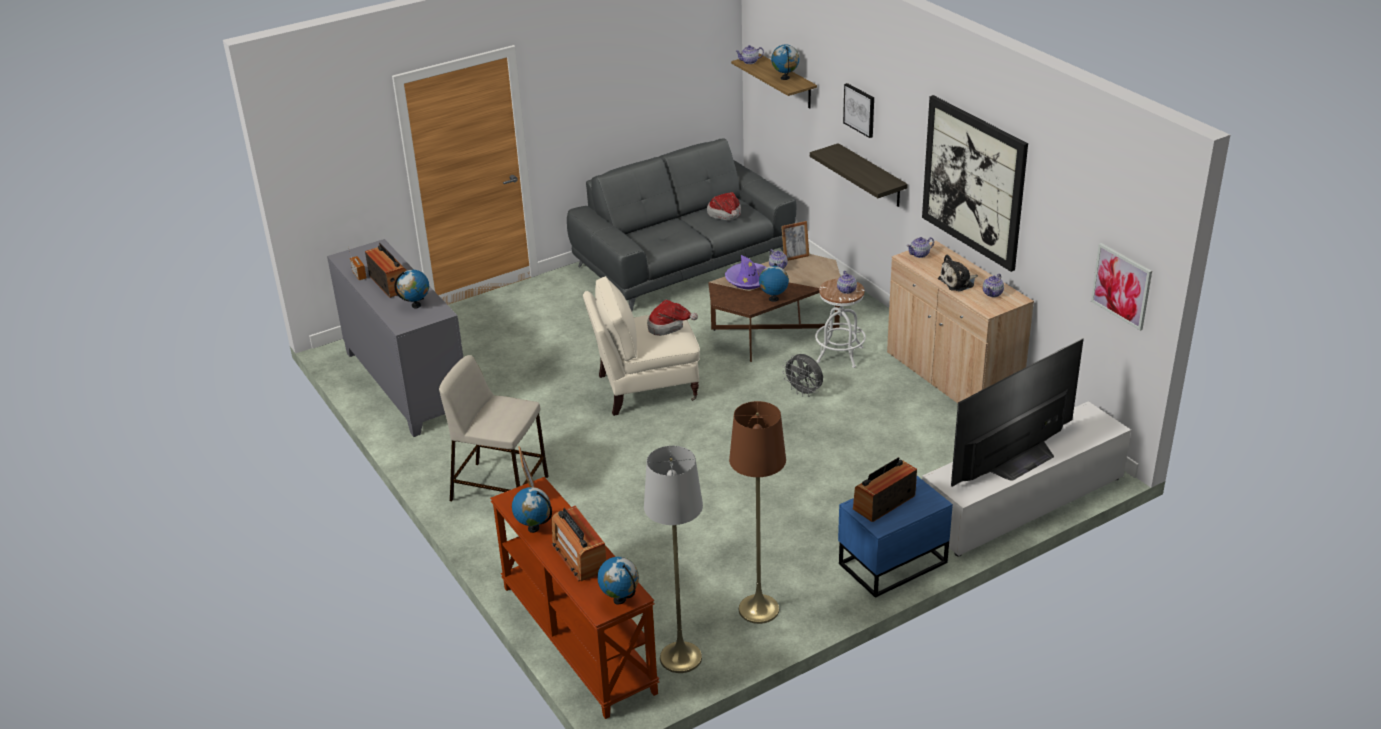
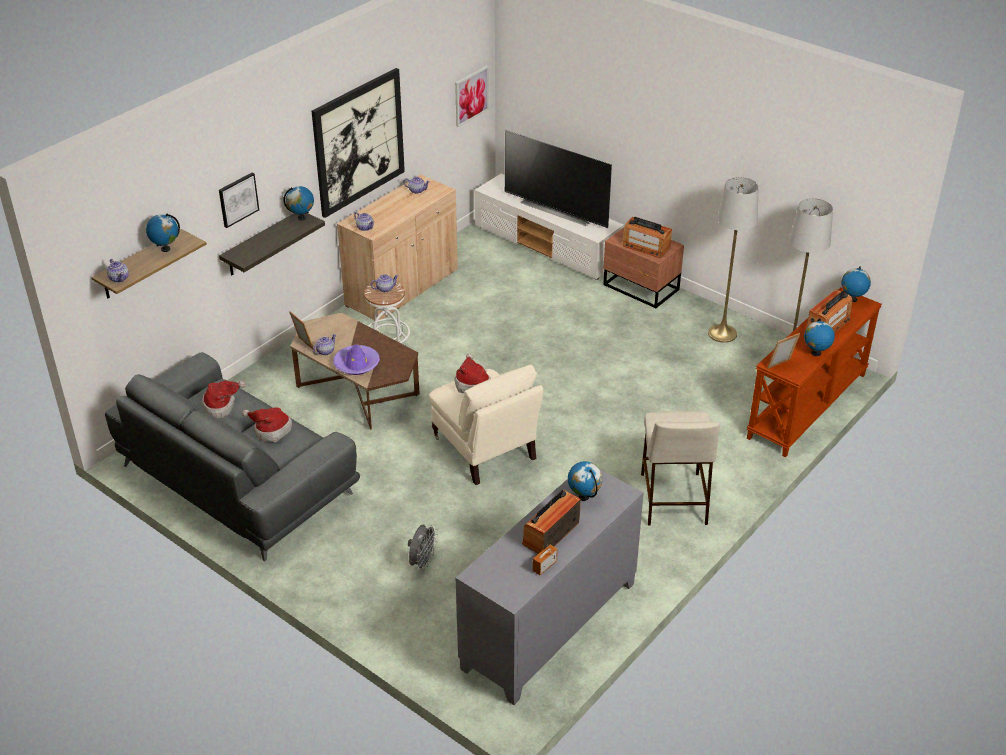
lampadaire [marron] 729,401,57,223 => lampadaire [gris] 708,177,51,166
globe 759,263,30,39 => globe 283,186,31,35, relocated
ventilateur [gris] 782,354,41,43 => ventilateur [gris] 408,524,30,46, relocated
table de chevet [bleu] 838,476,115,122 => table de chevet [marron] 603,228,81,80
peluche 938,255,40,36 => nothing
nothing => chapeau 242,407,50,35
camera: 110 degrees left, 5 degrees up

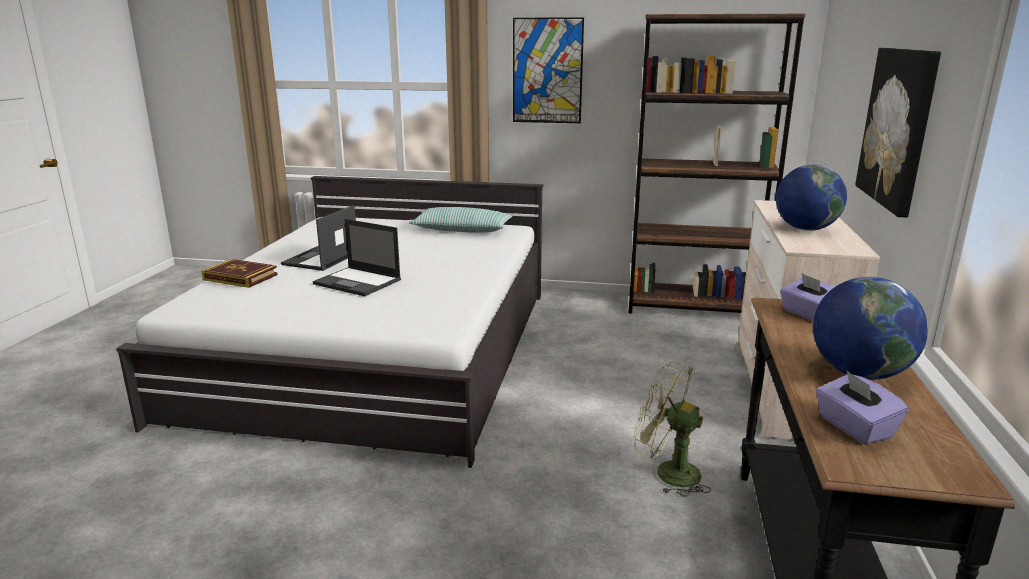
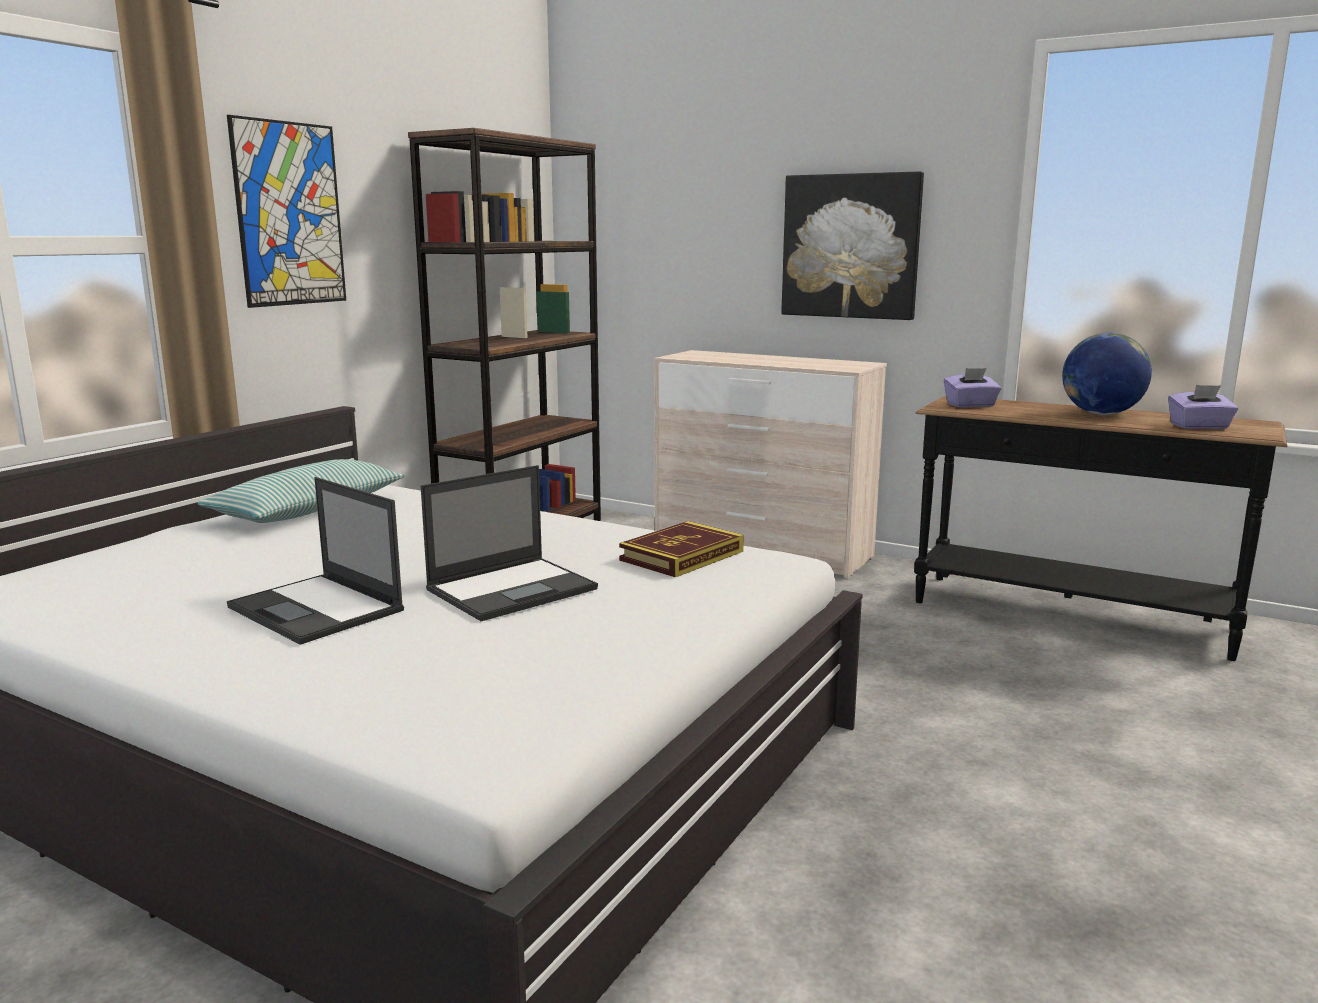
livre 202,259,76,29 => livre 619,521,125,56, relocated
ventilateur [vert] 634,361,77,136 => nothing
globe 776,165,71,66 => nothing
camera: 70 degrees left, 5 degrees down

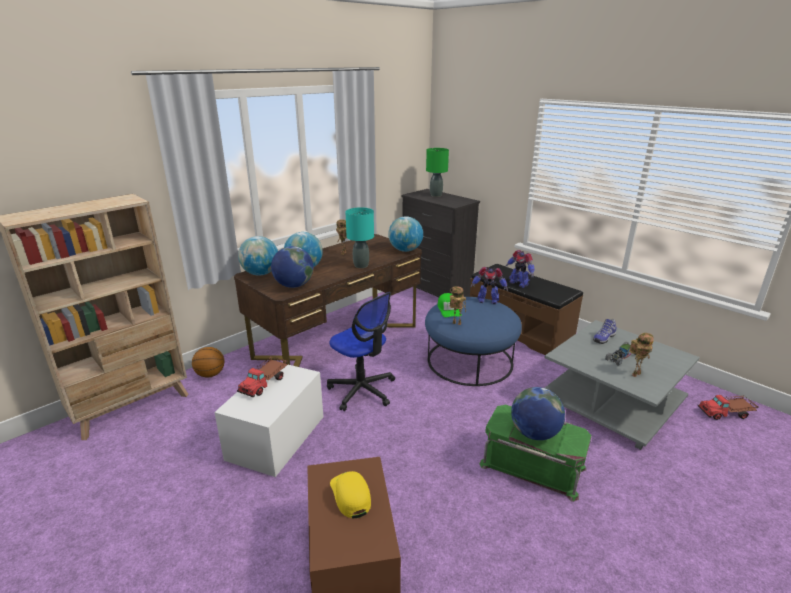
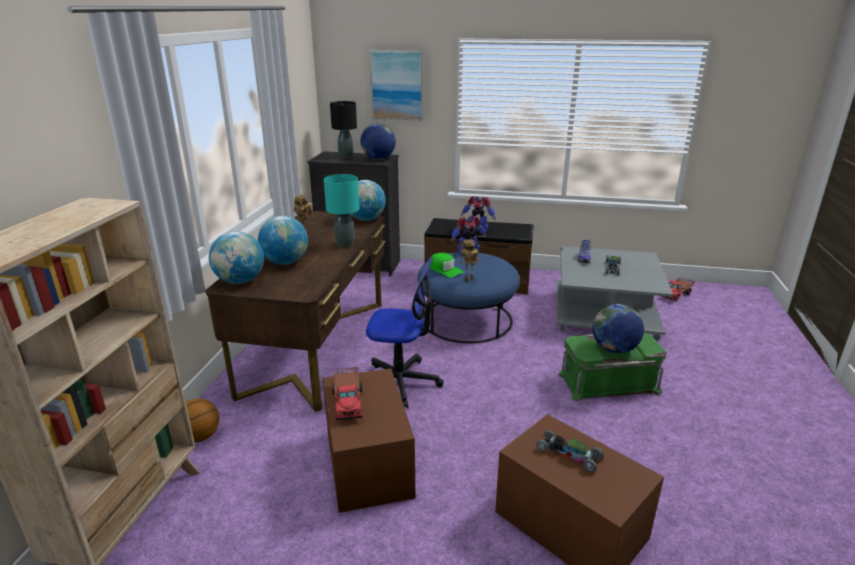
boîte de rangement [blanc] 214,365,109,112 => boîte de rangement [marron] 323,369,92,144
globe 271,246,42,42 => globe 361,123,35,36, relocated
casquette [jaune] 330,471,41,47 => petite voiture 536,430,68,42
lampe de table [vert] 426,148,23,49 => lampe de table [noir] 330,101,27,57
robot jouet 629,333,25,44 => nothing
nothing => tableau 370,50,53,70
camera: 35 degrees left, 0 degrees up

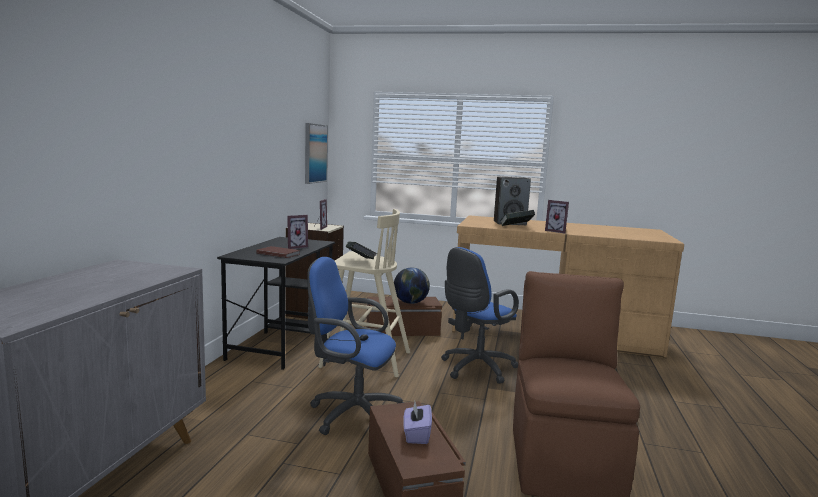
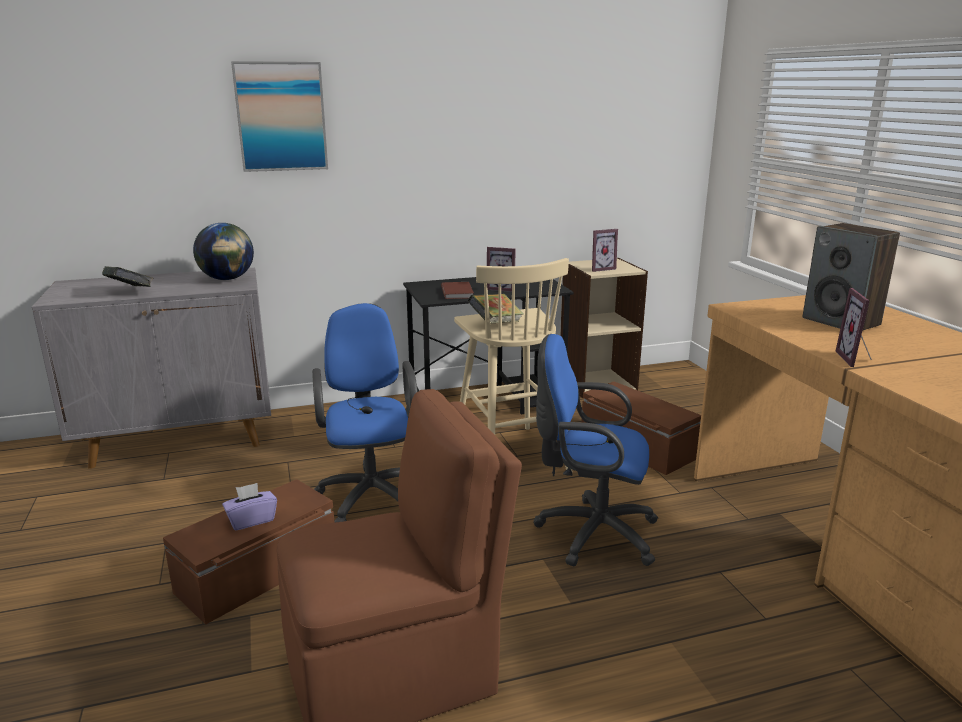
tableau 305,123,23,61 => tableau 231,61,97,111, relocated
globe 394,267,36,37 => globe 193,223,61,57, relocated
livre 500,210,35,16 => livre 102,266,52,21, relocated
camera: 60 degrees right, 10 degrees up

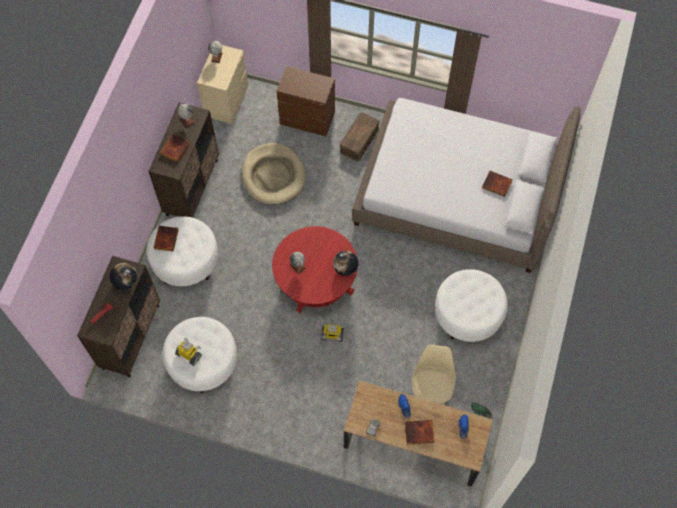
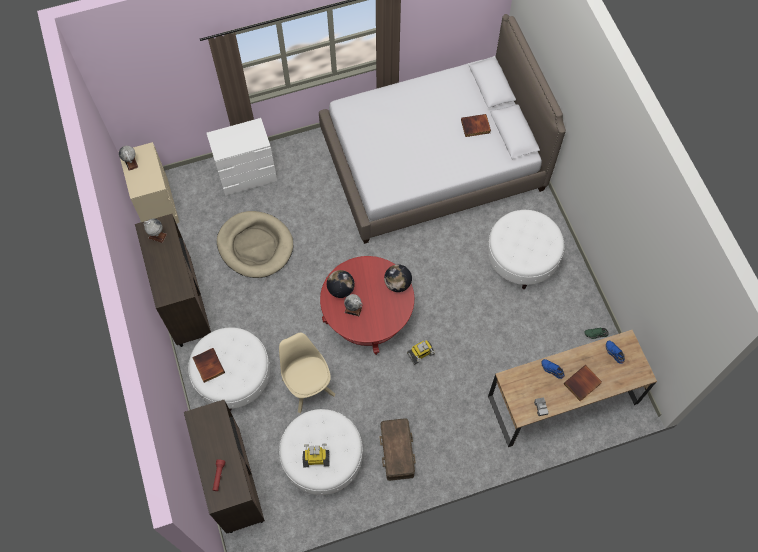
globe 110,263,27,27 => globe 327,270,28,28, relocated
livre 160,134,30,29 => nothing
commode [marron] 277,66,58,70 => commode [blanc] 207,118,70,78
boîte de rangement [marron] 340,112,40,50 => boîte de rangement [marron] 379,418,37,63, relocated
chaise [beige] 412,345,43,60 => chaise [beige] 279,333,56,81, relocated
camera: 35 degrees left, 0 degrees up

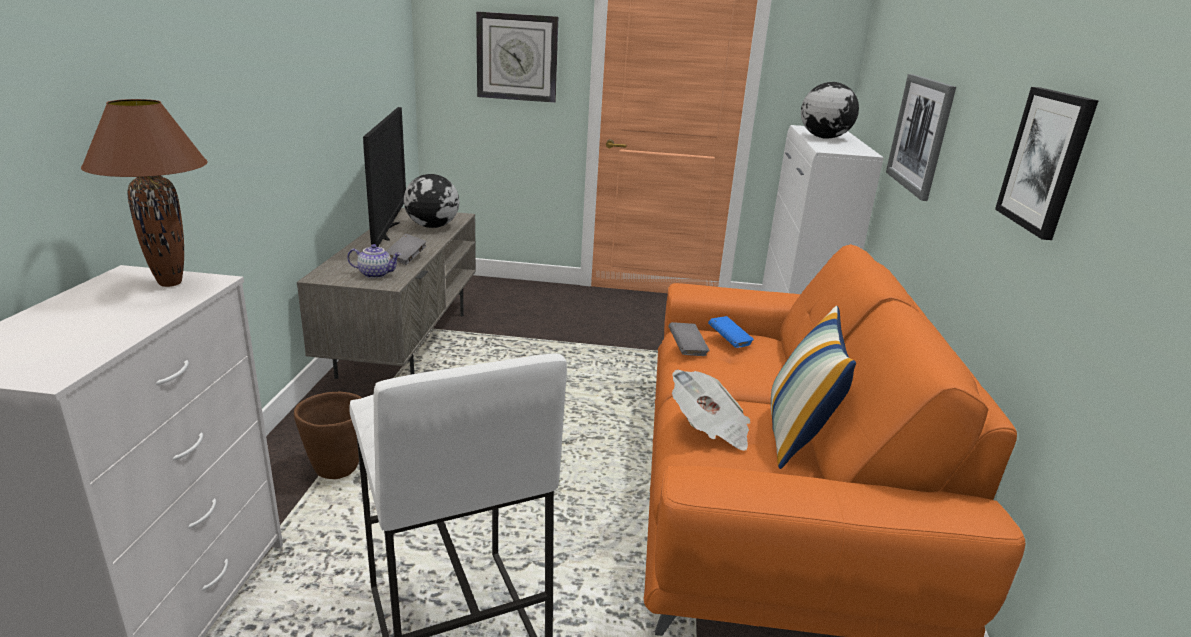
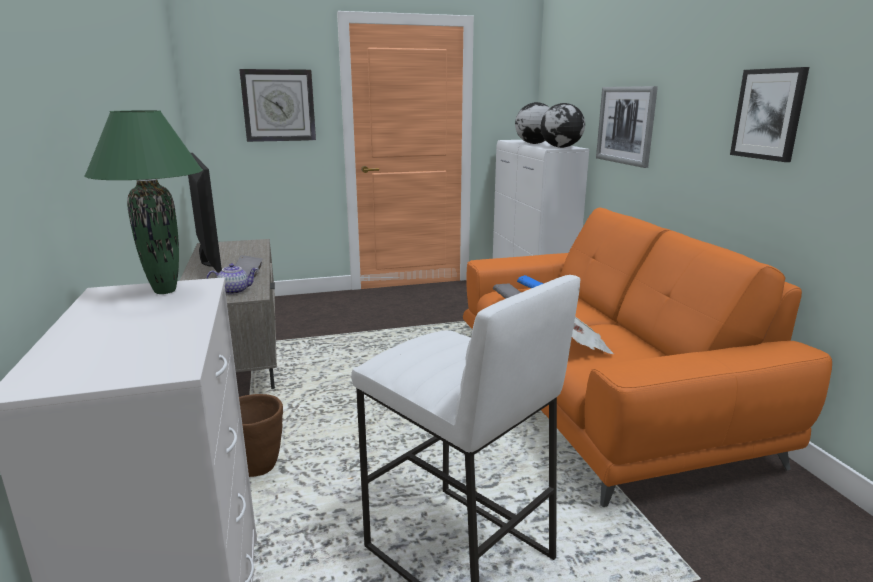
lampe de table [marron] 81,99,127,188 => lampe de table [vert] 84,110,119,184
globe 404,174,55,54 => globe 541,103,44,45, relocated
coussin 771,306,85,163 => nothing
camera: 20 degrees left, 5 degrees down

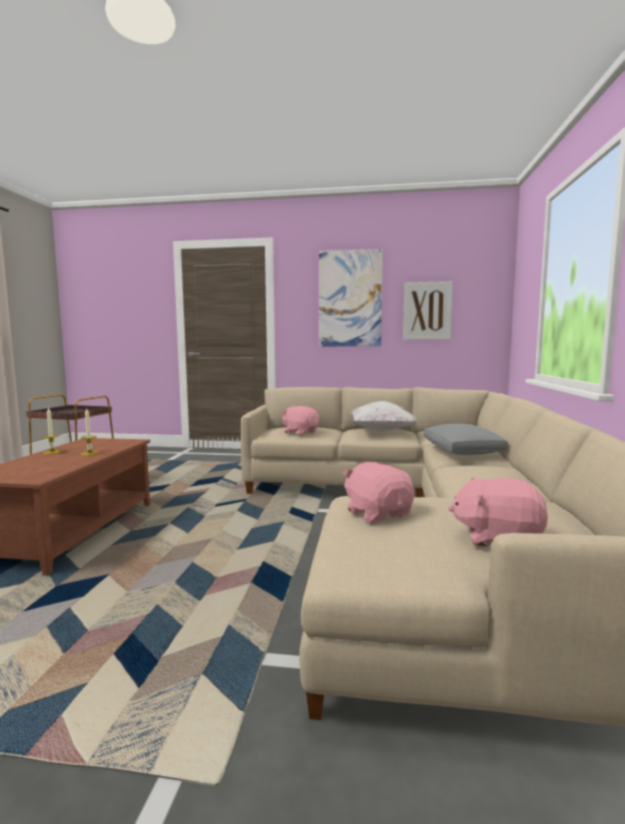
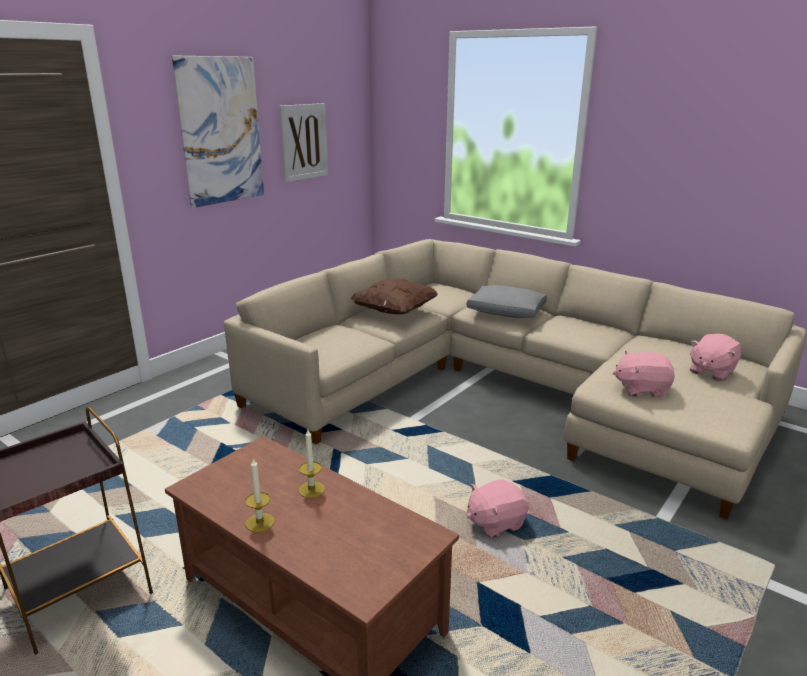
peluche [rose] 282,406,37,29 => peluche [rose] 467,479,62,59, relocated
coussin [blanc] 351,401,66,30 => coussin [marron] 351,278,87,36
camera: 60 degrees left, 15 degrees up

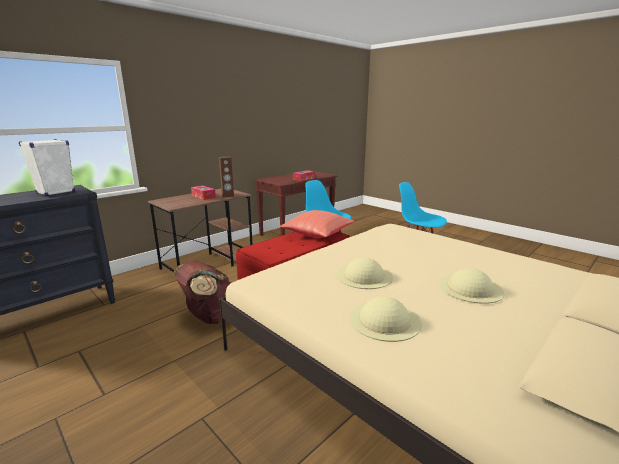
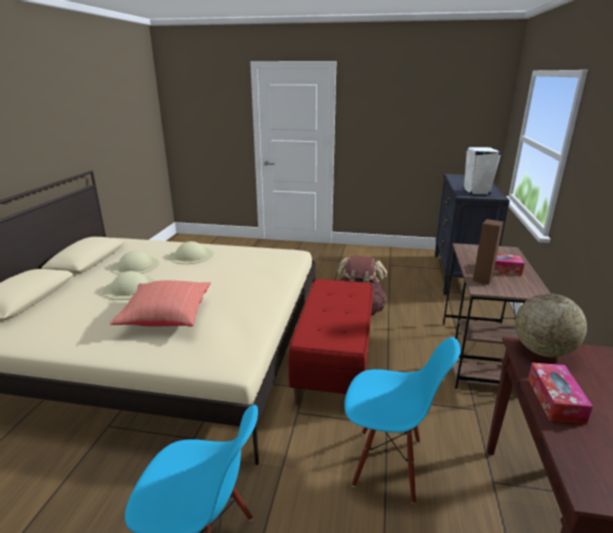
coussin [rouge] 280,210,74,28 => coussin [rouge] 110,280,101,47, relocated
chapeau [beige] 336,257,57,32 => chapeau [beige] 111,251,48,24, relocated
nothing => globe 515,293,72,64
camera: 145 degrees right, 5 degrees up

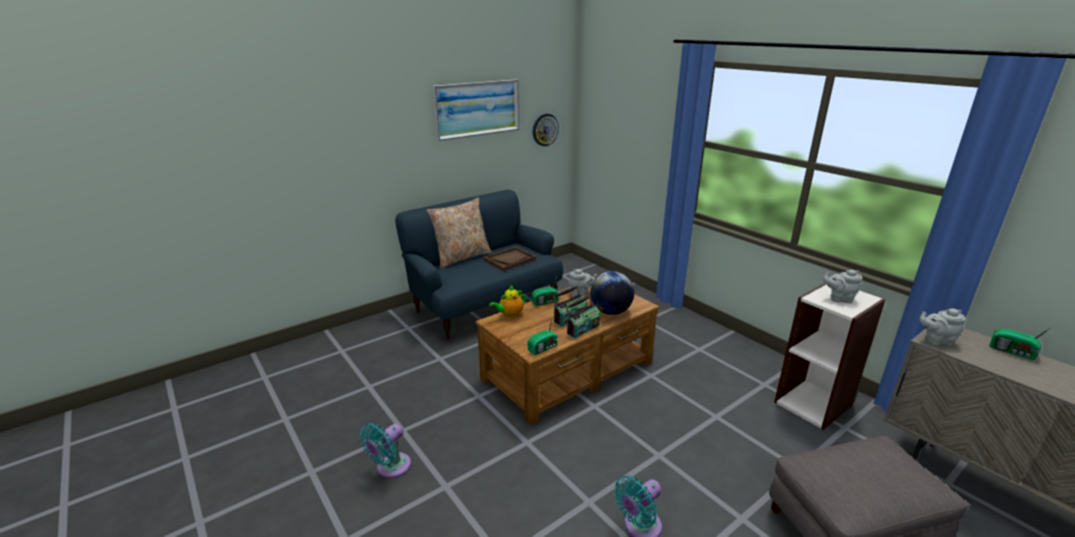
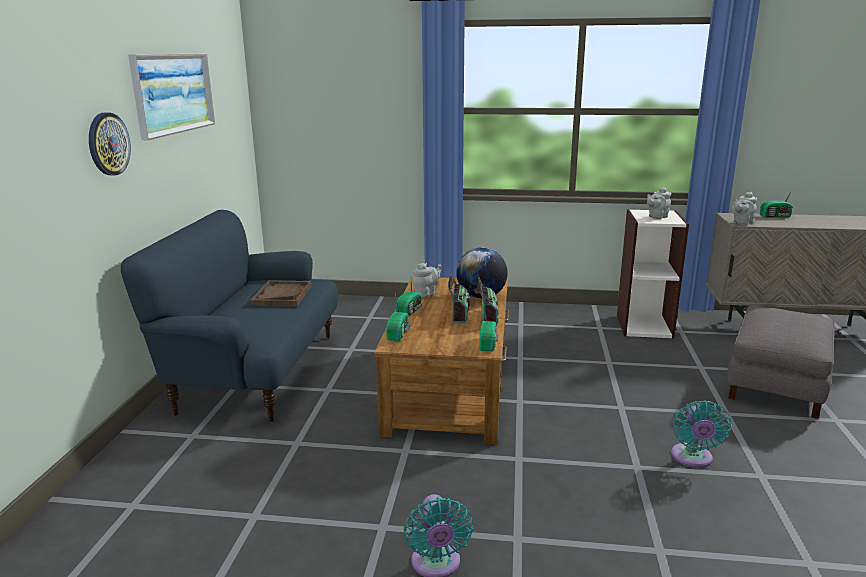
coussin [beige] 426,198,66,70 => nothing
théière 489,285,37,33 => radio 386,293,24,48
horloge murale 533,114,26,32 => horloge murale 89,112,42,63, relocated
camera: 45 degrees left, 5 degrees down

